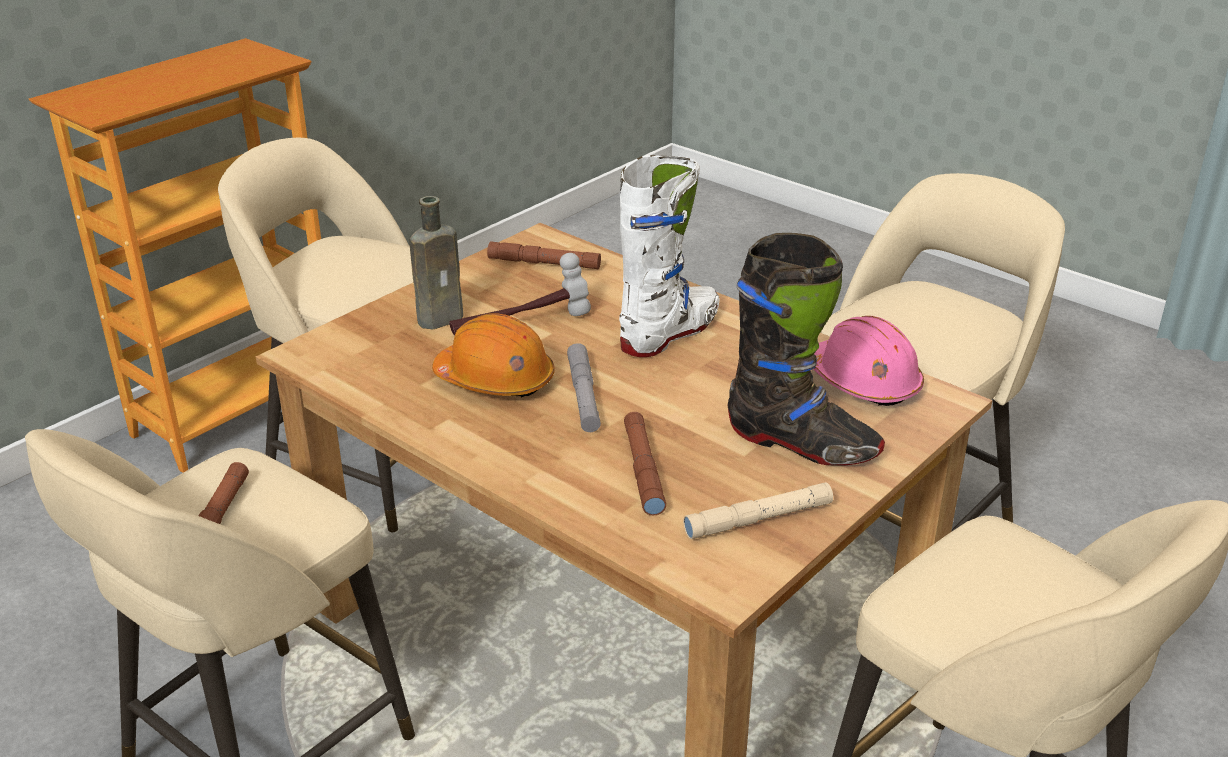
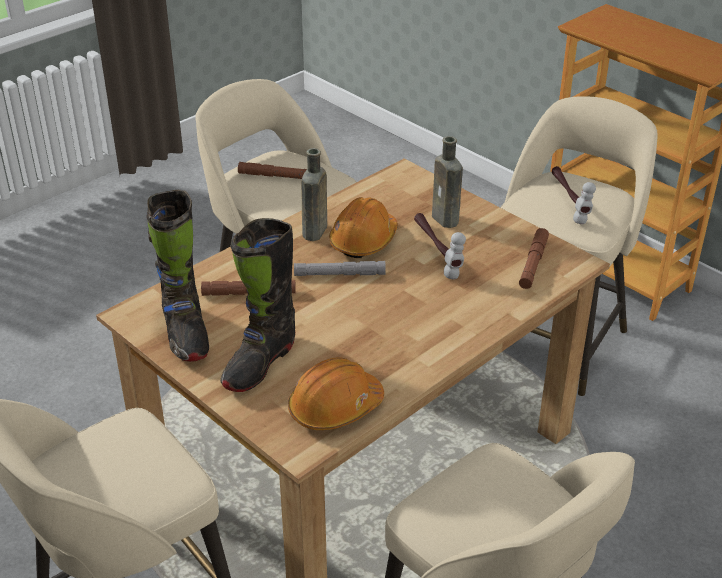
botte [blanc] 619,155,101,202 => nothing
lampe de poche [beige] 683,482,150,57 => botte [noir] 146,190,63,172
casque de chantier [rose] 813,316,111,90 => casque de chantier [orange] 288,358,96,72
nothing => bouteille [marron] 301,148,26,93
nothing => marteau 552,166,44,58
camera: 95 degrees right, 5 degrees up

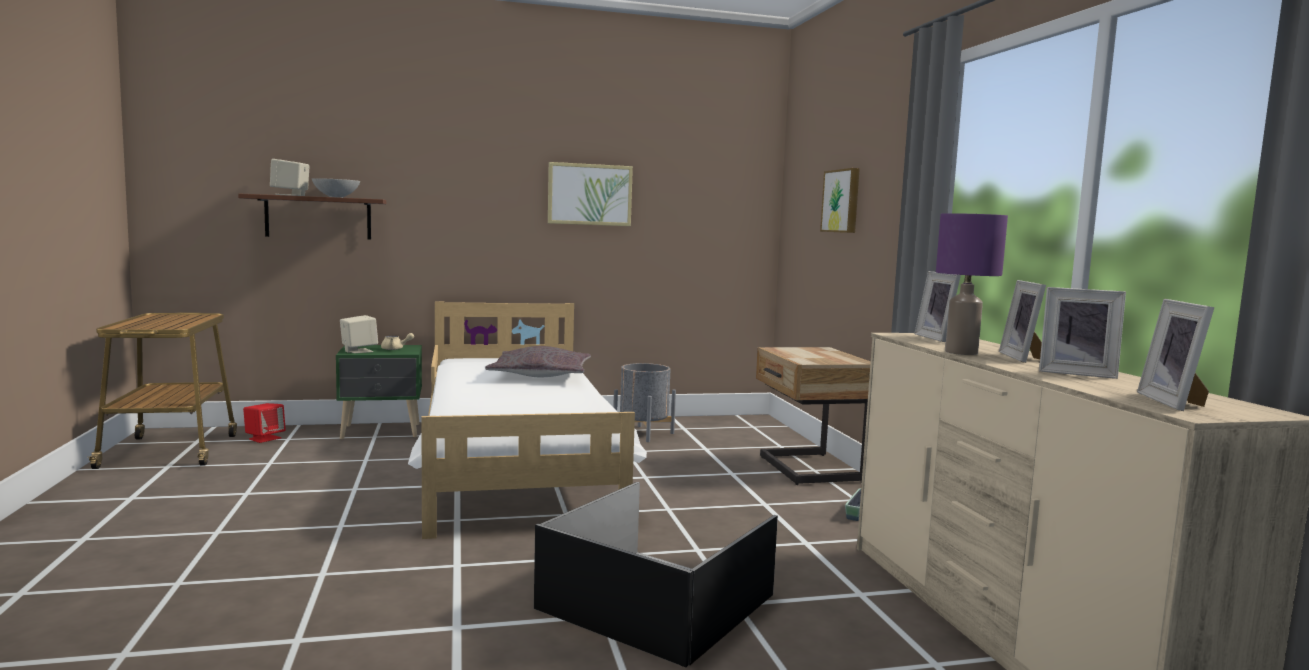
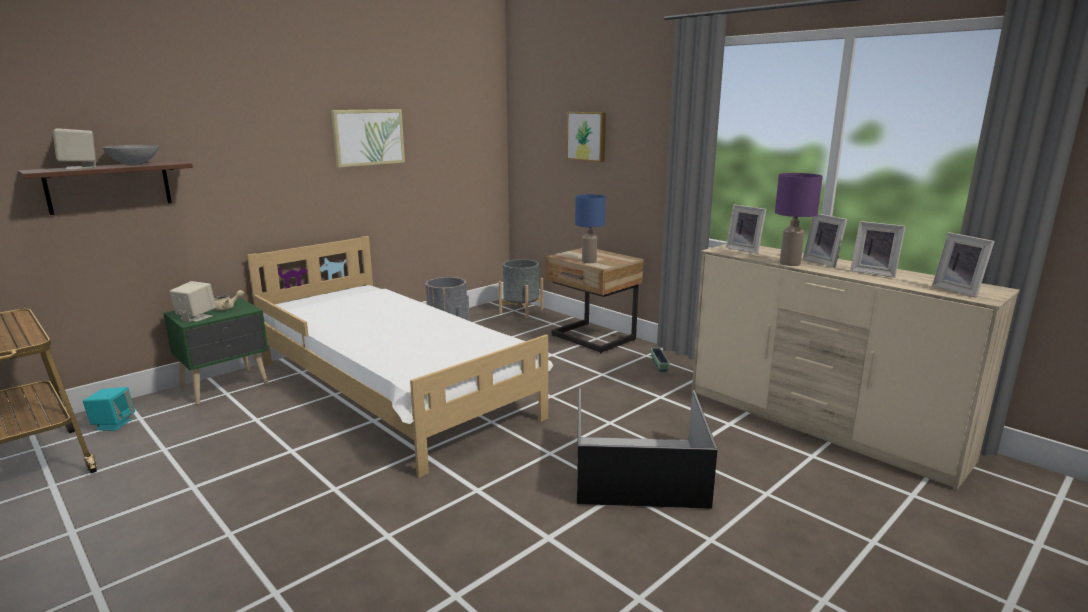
enceinte [rouge] 243,403,43,40 => enceinte [turquoise] 83,387,52,44
coussin [gris] 485,346,106,31 => nothing
cadre photo 1039,287,87,92 => cadre photo 850,221,56,57, 45 degrees clockwise
nothing => cache-pot [gris] 499,259,44,59
nothing => lampe de table [bleu] 575,194,31,69
camera: 30 degrees left, 10 degrees up

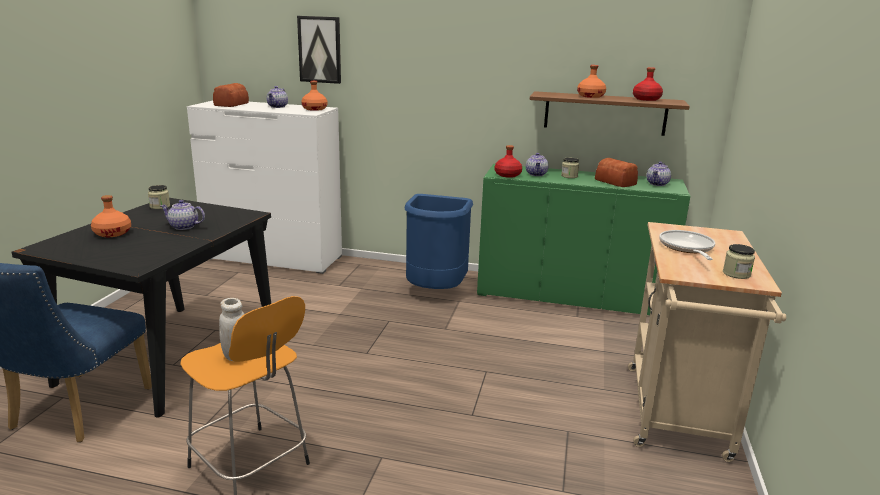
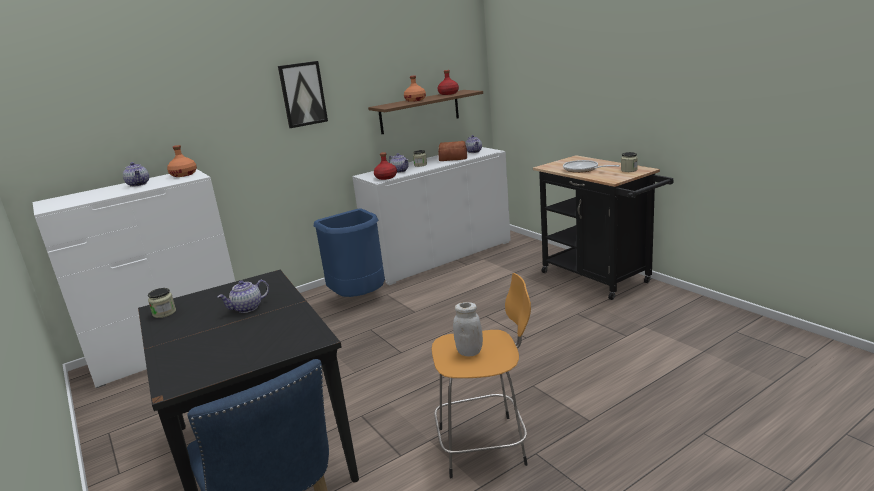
bouteille [orange] 91,195,40,42 => nothing
pain 213,83,36,24 => nothing
tableau 297,16,44,68 => tableau 278,61,50,67, relocated
meuble de rangement [vert] 477,164,213,151 => meuble de rangement [blanc] 352,147,159,138
chariot [beige] 628,222,158,240 => chariot [noir] 533,155,141,145
camera: 45 degrees left, 0 degrees up

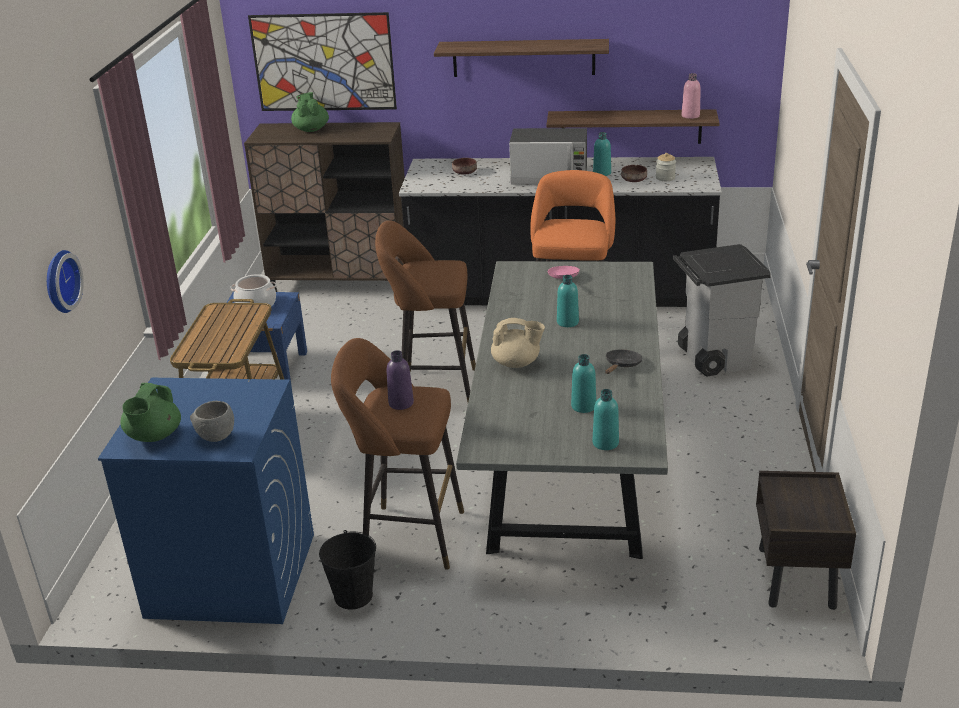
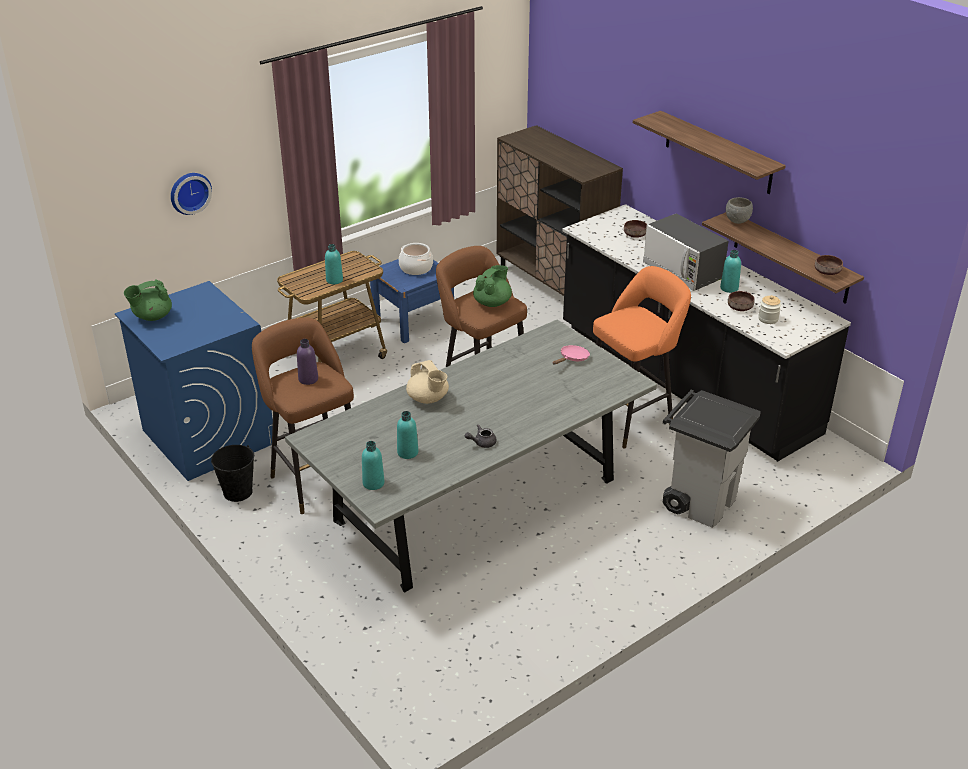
bol [gris] 190,401,44,41 => bol [gris] 726,197,27,27, relocated
tableau 248,12,149,99 => nothing
théière [vert] 291,92,38,40 => théière [vert] 473,265,39,42, relocated
bouteille [turquoise] 557,275,22,52 => bouteille [turquoise] 325,244,18,40, relocated
poêle [noir] 605,349,37,25 => théière [gris] 465,424,32,24
bouteille [rose] 682,73,19,46 => bol [marron] 815,255,28,20
table de chevet [marron] 756,471,100,139 => nothing
camera: 45 degrees right, 5 degrees up

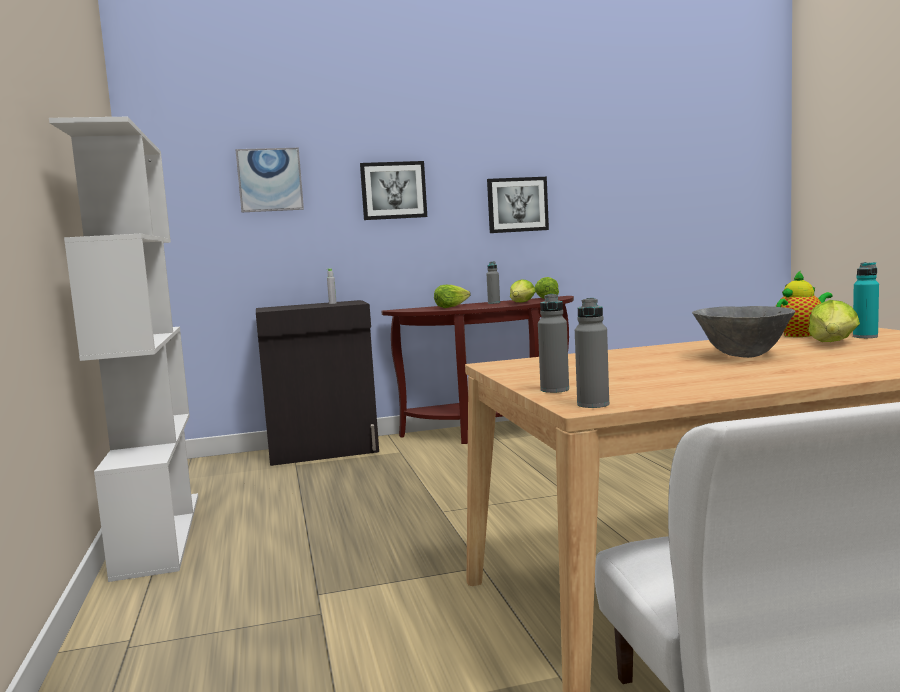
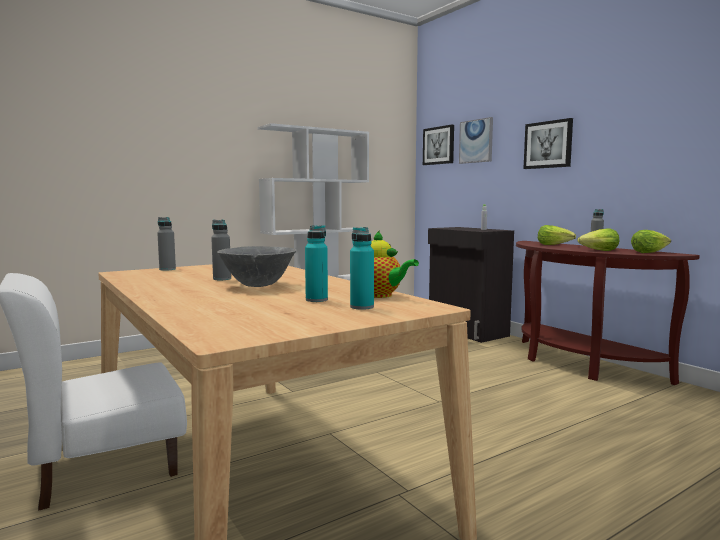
tableau 487,177,62,56 => tableau 423,125,31,40, relocated
bouteille [gris] 575,298,34,110 => bouteille [gris] 211,220,20,60, relocated
laitue 808,300,52,42 => bouteille [turquoise] 305,225,23,77
camera: 70 degrees right, 0 degrees up

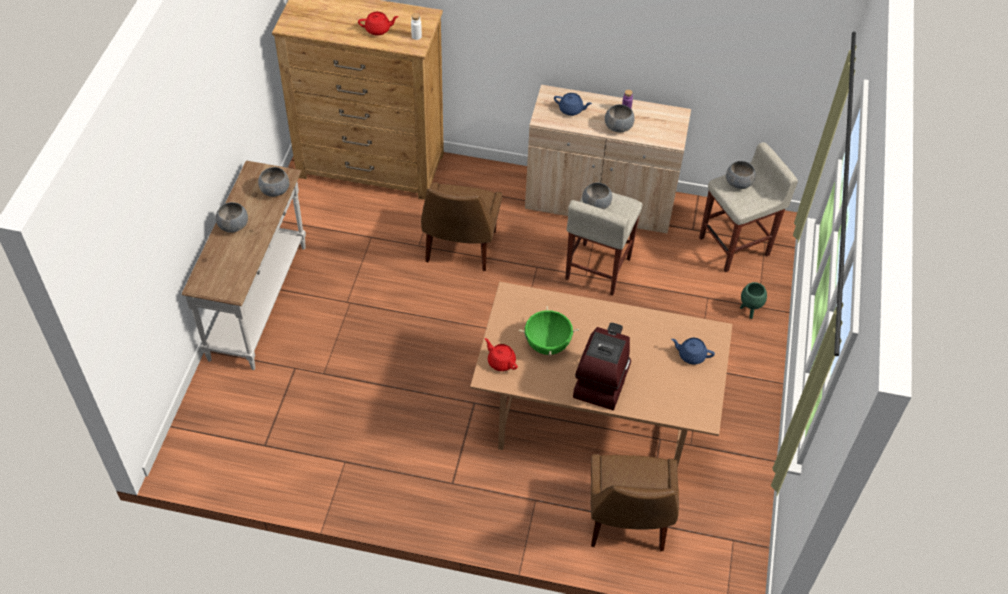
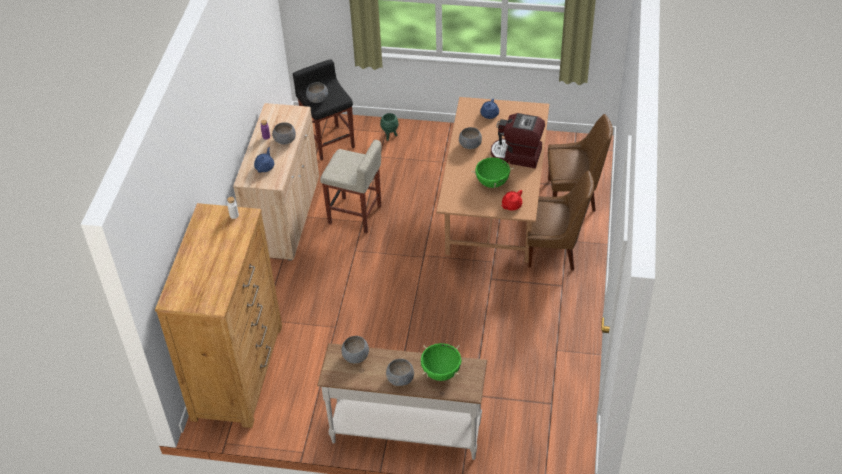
théière [rouge] 358,12,41,24 => nothing
chaise [marron] 421,182,81,89 => chaise [marron] 528,171,66,99, relocated
bol [gris] 582,183,30,26 => bol [gris] 459,127,23,22, relocated
tabouret [beige] 699,142,99,130 => tabouret [noir] 293,60,62,101
nothing => marmite [vert] 421,343,40,38
camera: 90 degrees left, 5 degrees down

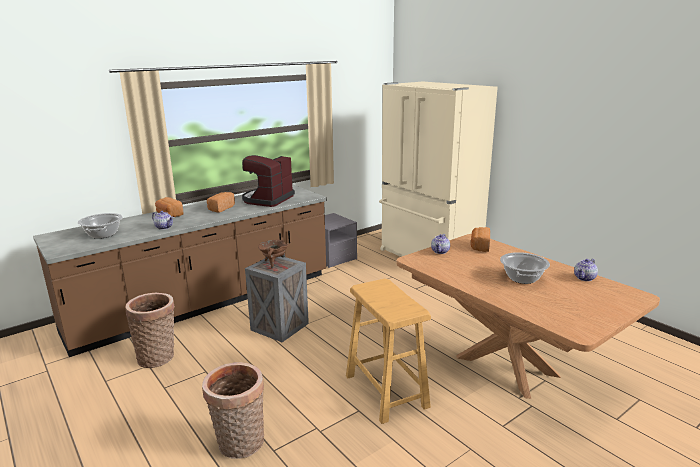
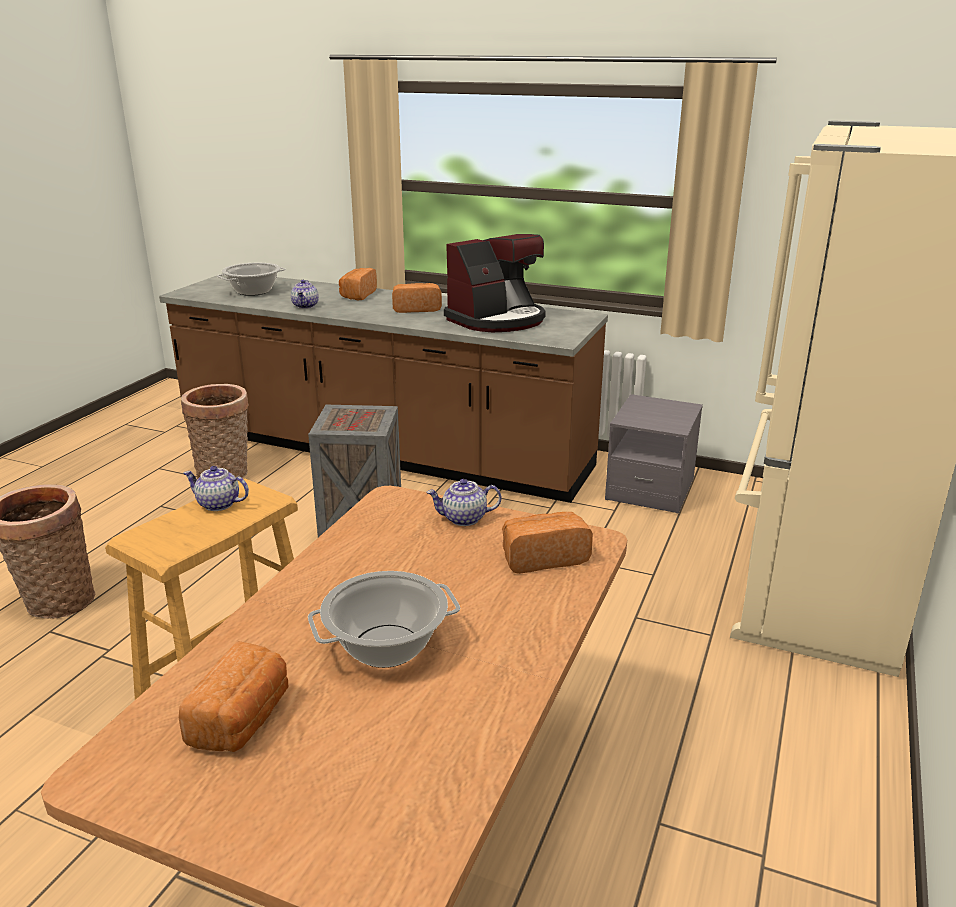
machine à café 242,155,53,52 => machine à café 444,234,102,98, 150 degrees clockwise
marmite [marron] 258,240,30,29 => nothing
théière 574,259,24,22 => théière 183,466,66,45, relocated
nothing => pain 179,641,109,111
camera: 60 degrees right, 5 degrees up

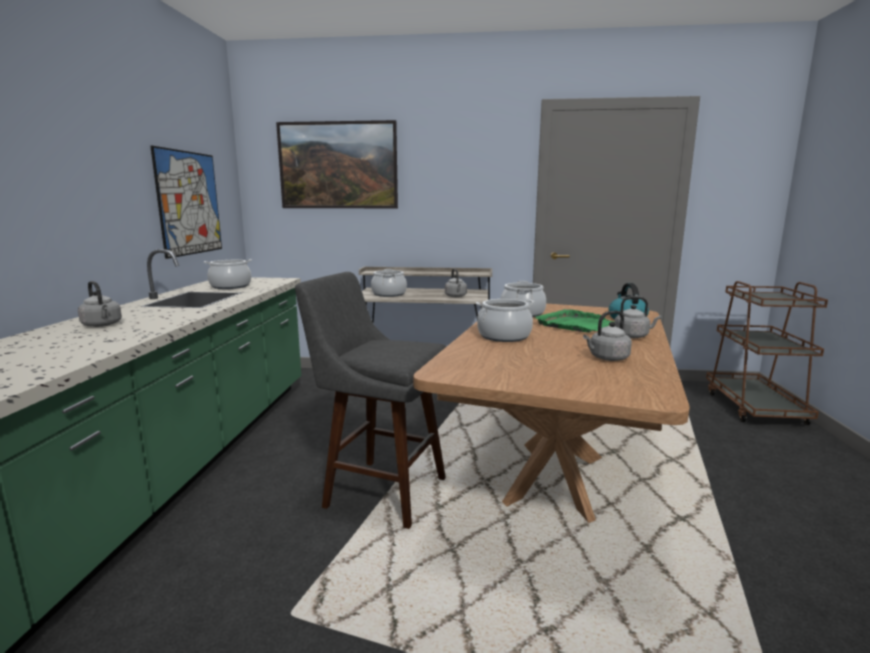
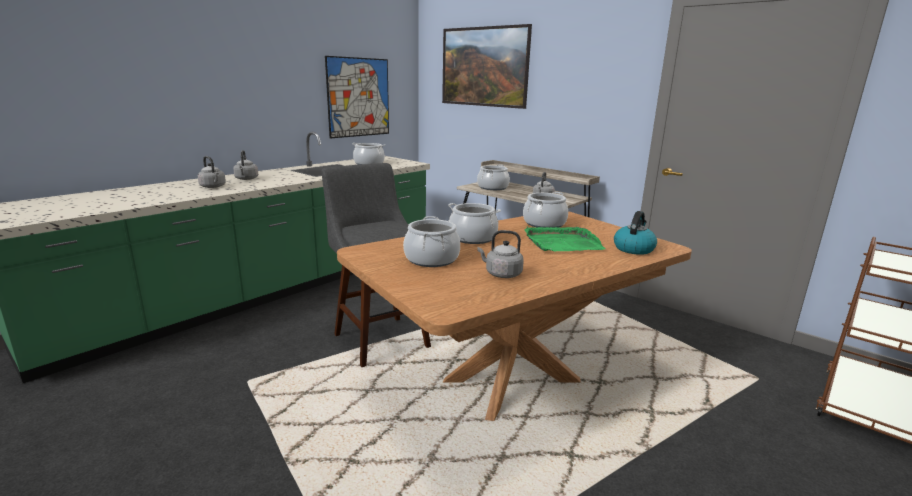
bouilloire [gris] 614,296,48,42 => bouilloire [gris] 198,156,28,32, relocated
nothing => marmite 403,216,57,51
camera: 35 degrees right, 5 degrees up

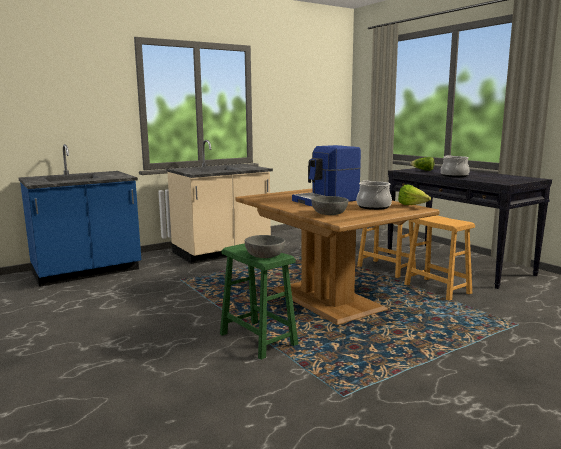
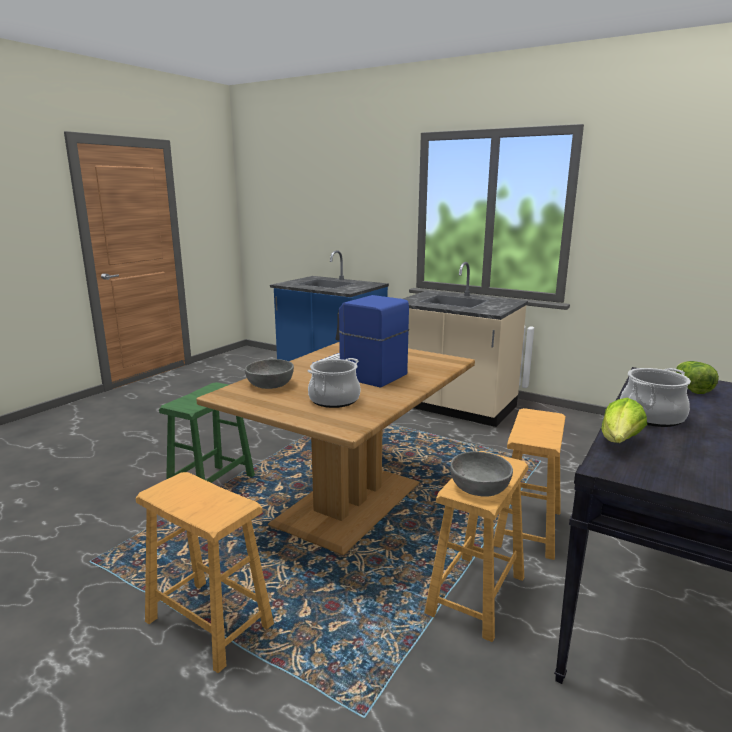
bol [gris] 245,235,40,23 => bol [gris] 450,451,63,46, relocated
laitue 398,185,33,20 => laitue 601,398,46,45, relocated
nothing => tabouret [marron] 136,472,138,201
camera: 65 degrees right, 5 degrees up

